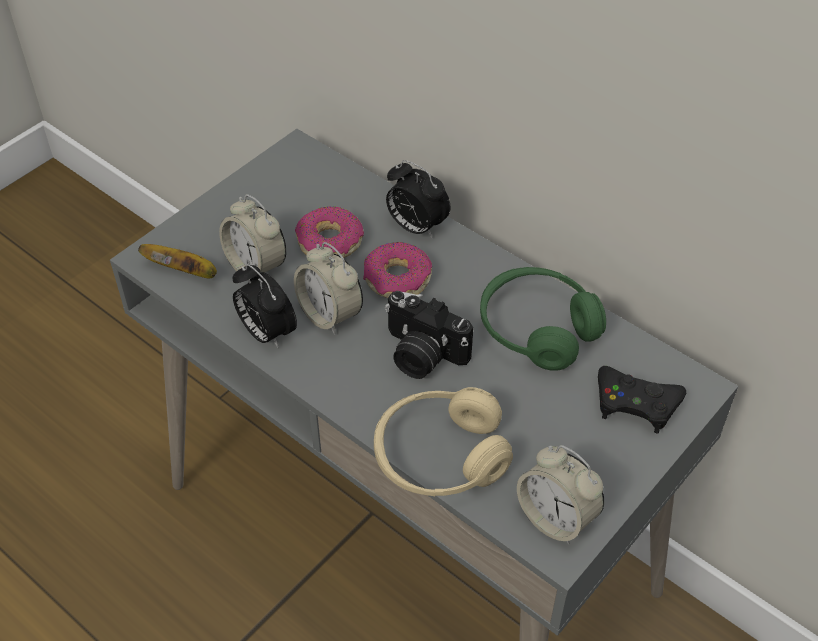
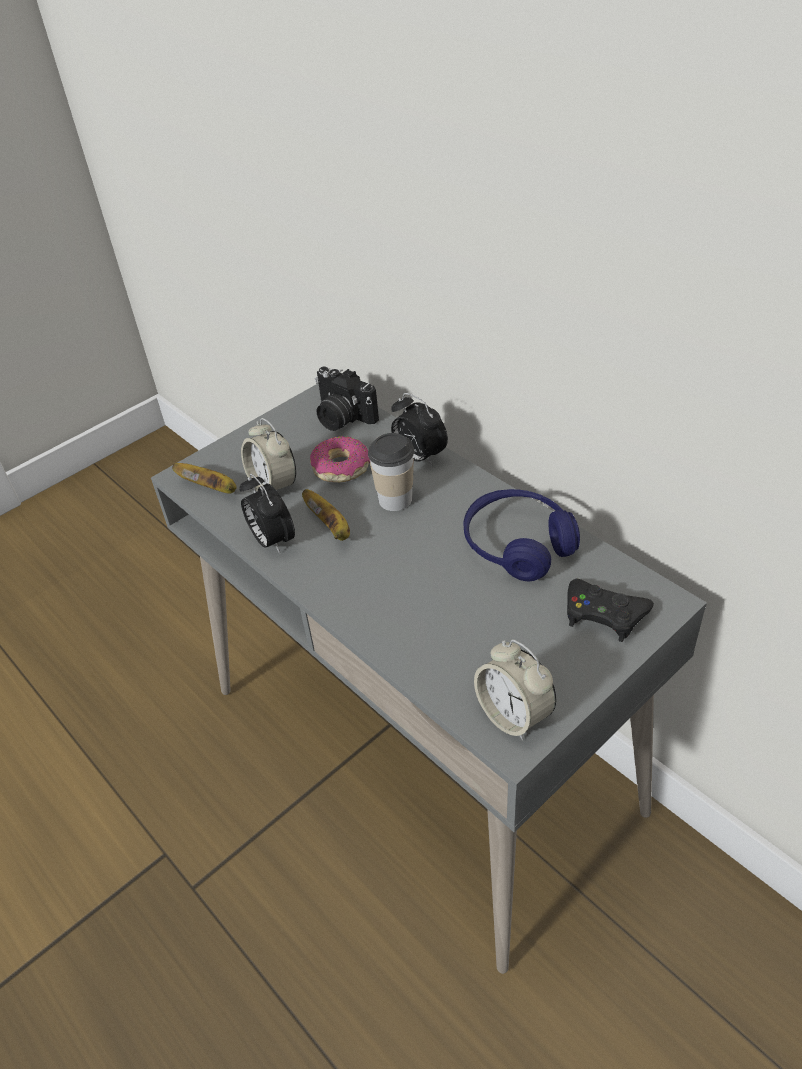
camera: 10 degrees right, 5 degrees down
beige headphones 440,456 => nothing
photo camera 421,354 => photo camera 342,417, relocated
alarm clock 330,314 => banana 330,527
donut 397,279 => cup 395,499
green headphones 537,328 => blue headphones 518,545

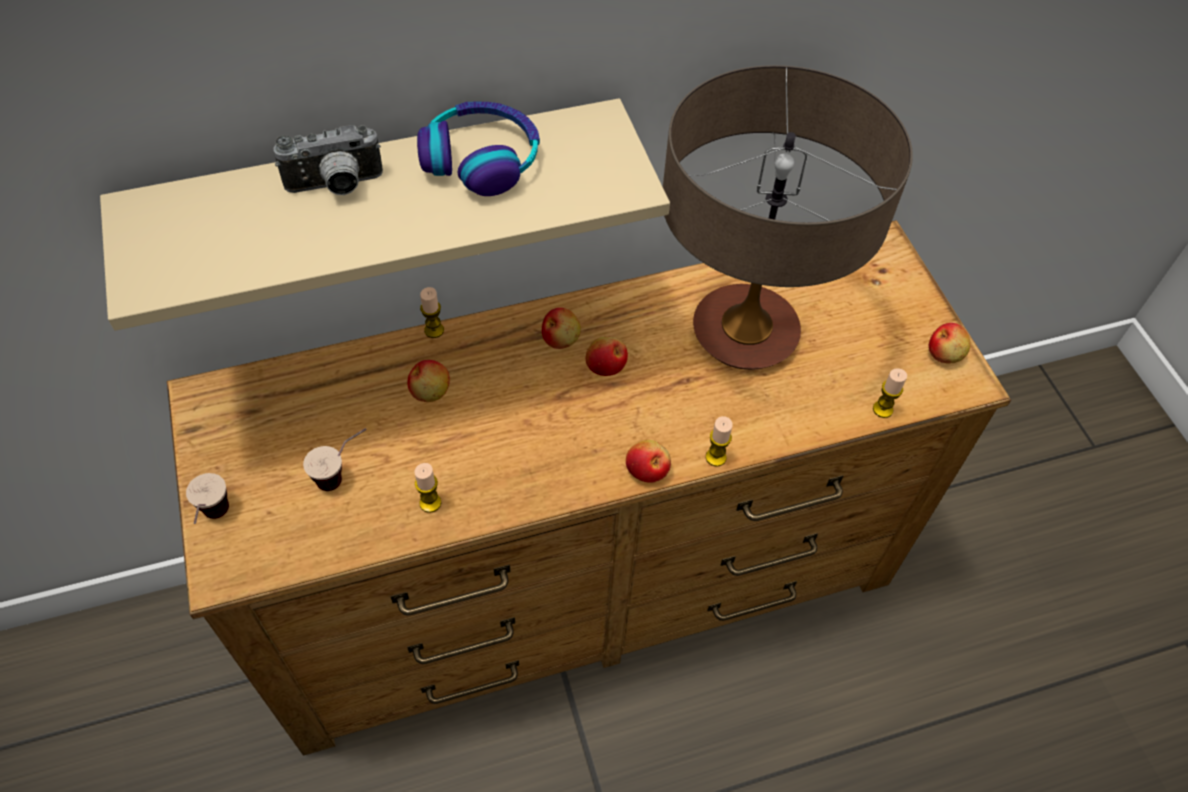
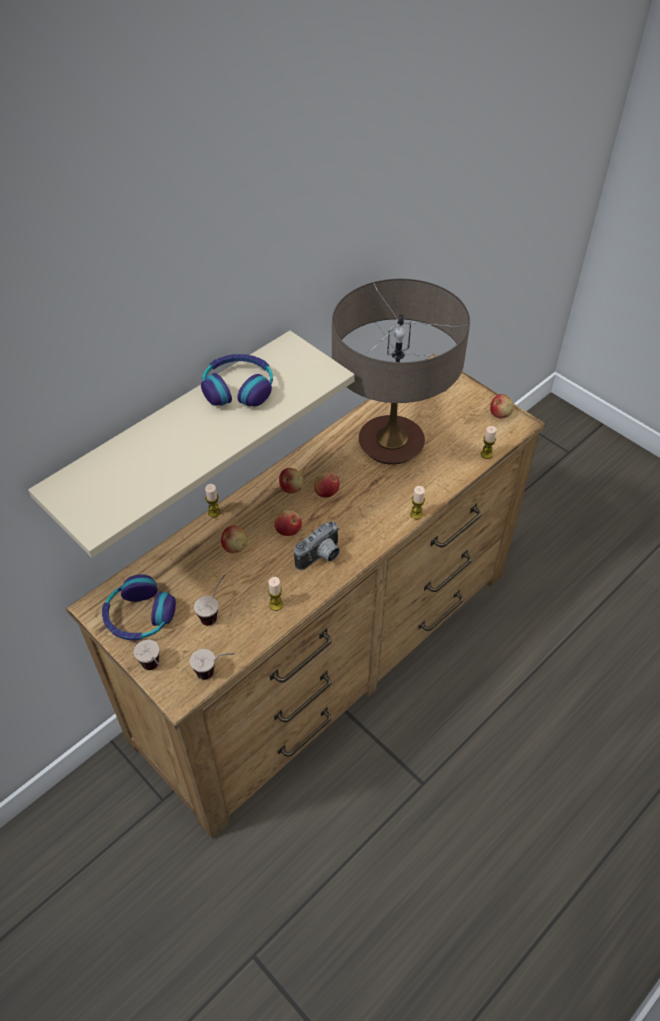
camera: 25 degrees left, 5 degrees down
nothing => headphones 139,616
nothing => cup 215,673
photo camera 336,187 => photo camera 321,557, relocated
apple 647,469 => apple 288,529, relocated

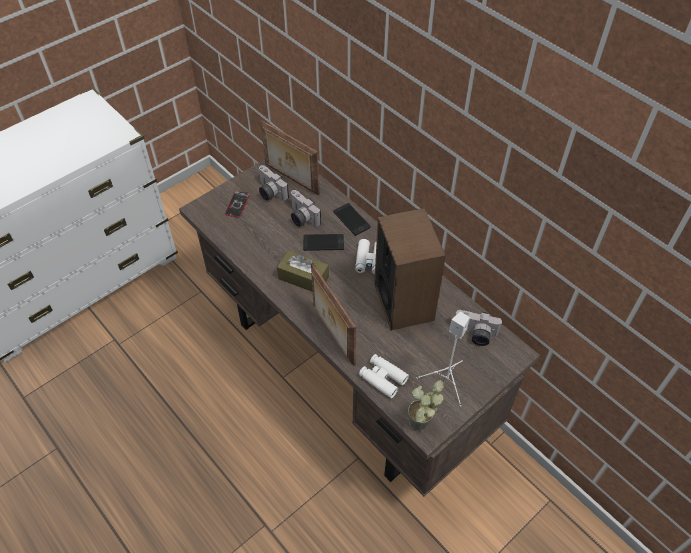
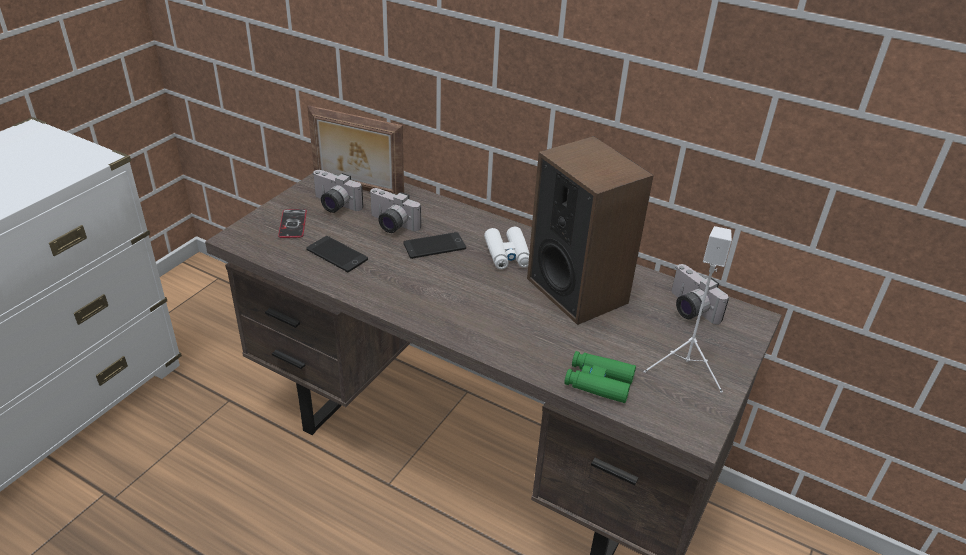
camera: 20 degrees left, 15 degrees down
brown tissue box 303,278 => nothing
picture frame 332,334 => nothing
potted plant 421,428 => nothing
phone 351,219 => phone 337,254, relocated
white binoculars 383,378 => green binoculars 598,382
photo camera 474,335 => photo camera 689,309, 60 degrees clockwise

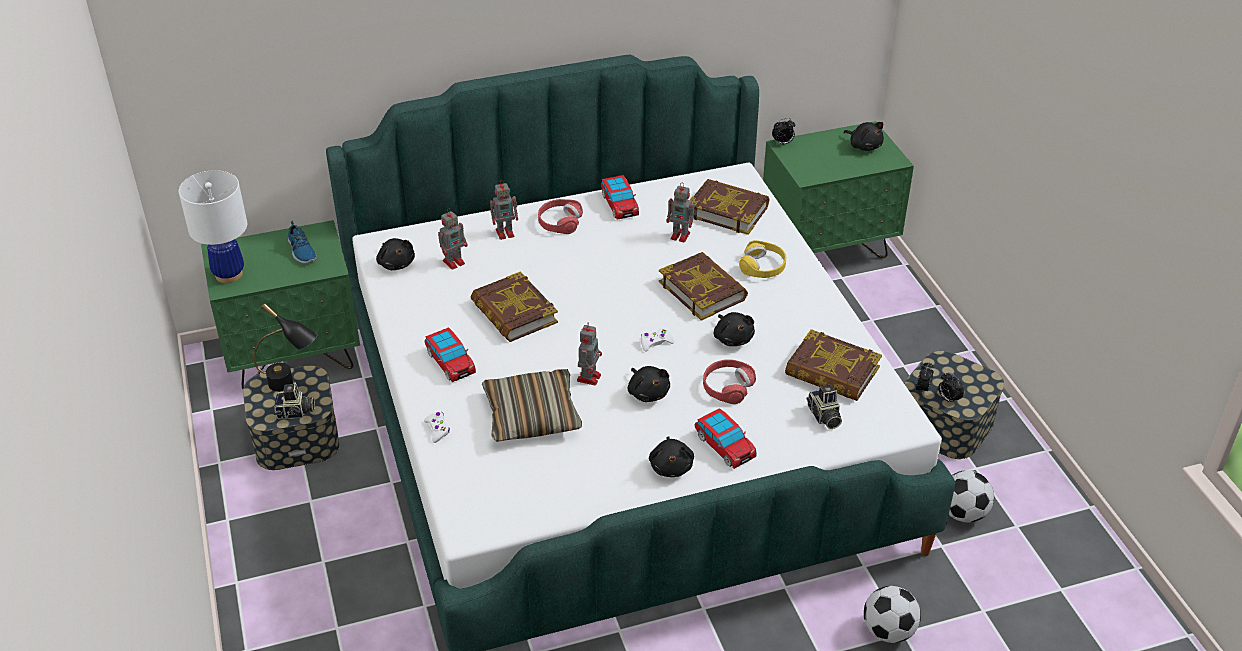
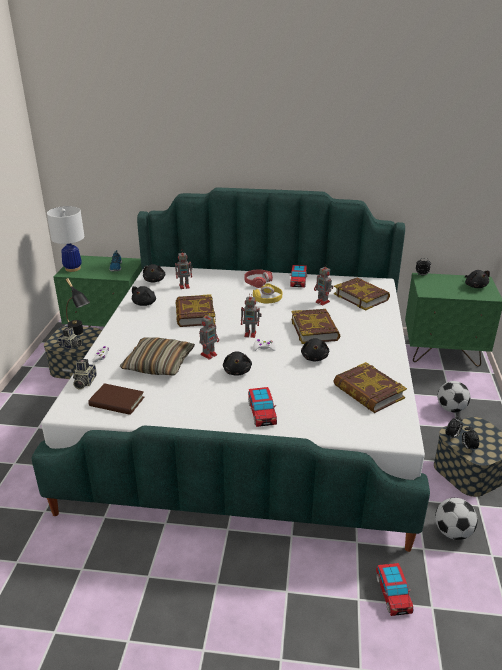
camera: 25 degrees right, 10 degrees down
red headphones 727,387 => nothing
nothing => brown book 117,402
toy car 450,362 => toy car 393,593, relocated
toy robot 506,233 => toy robot 251,334, relocated
black plush toy 671,466 => black plush toy 145,303, relocated
yellow headphones 763,266 => yellow headphones 268,299, relocated
photo camera 823,416 => photo camera 84,382, relocated
football 888,631 => football 451,409, relocated

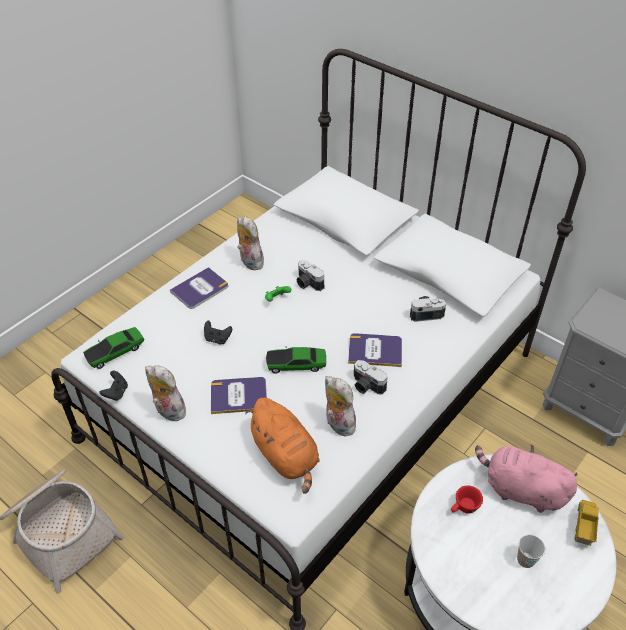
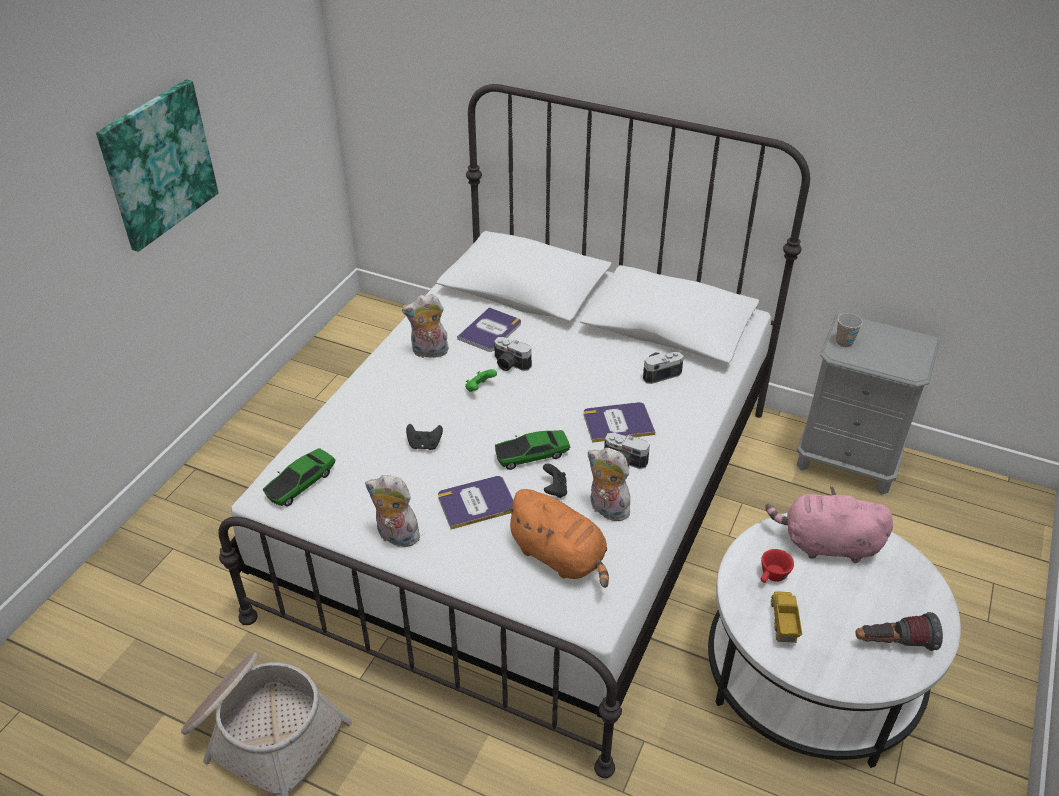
camera: 15 degrees left, 5 degrees down
nothing => picture 158,164
nothing => flashlight 893,643
black game controller 116,392 => black game controller 554,490, relocated
book 200,289 => book 490,331, relocated
cup 525,560 => cup 844,342, relocated
toy truck 583,528 => toy truck 783,624, relocated
plush toy 249,262 => plush toy 429,353, 45 degrees counterclockwise

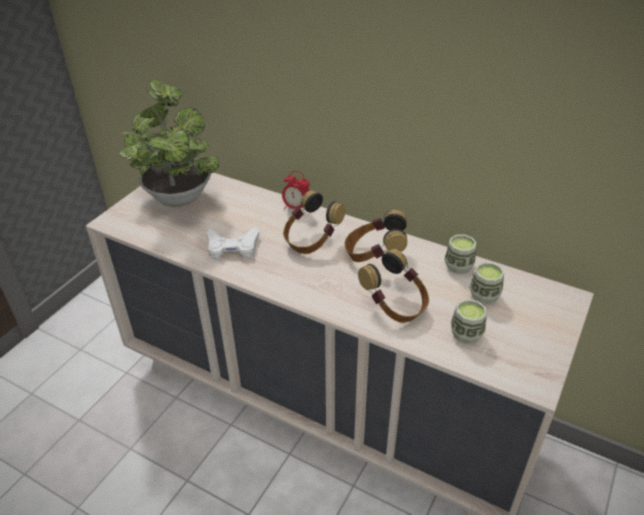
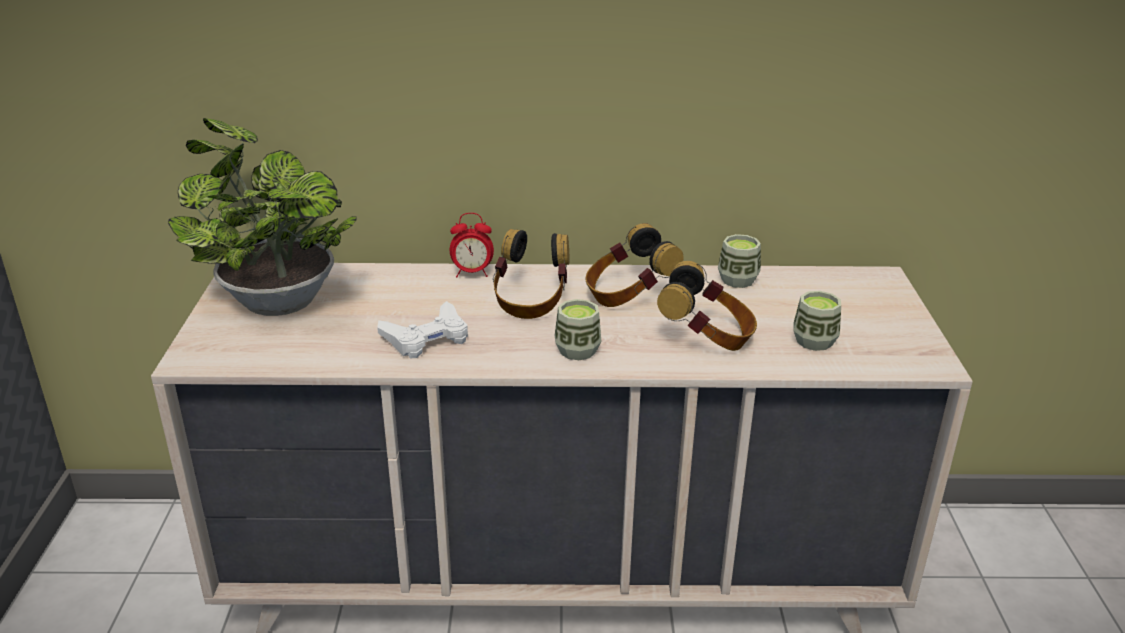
camera: 30 degrees left, 10 degrees down
cup 484,295 => cup 577,350, relocated

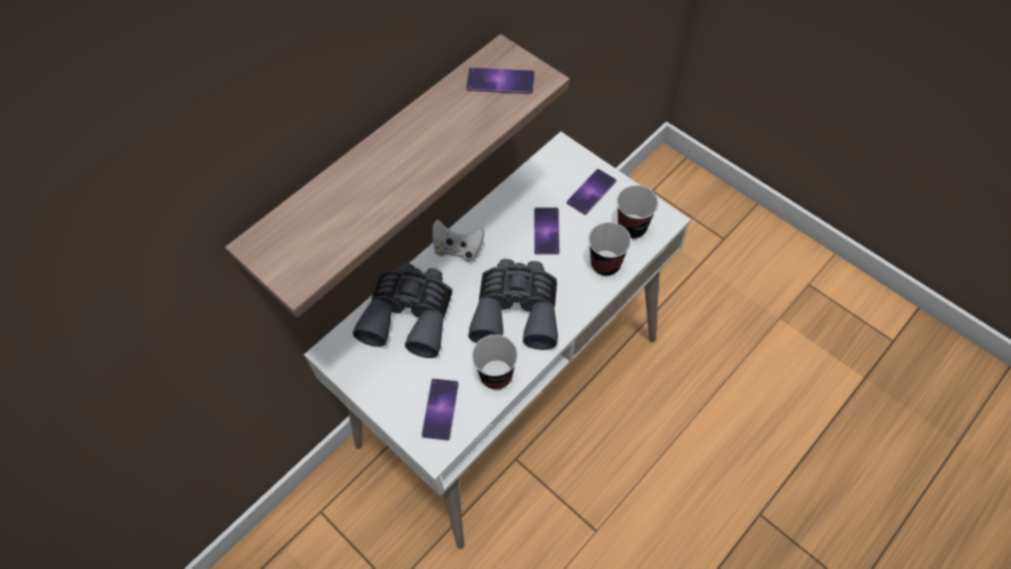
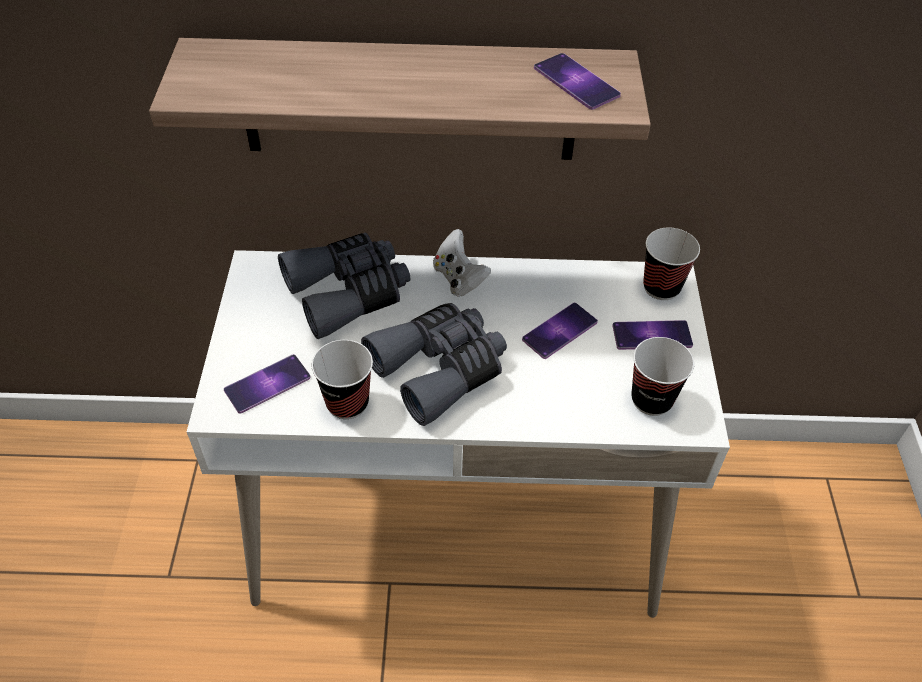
camera: 45 degrees right, 10 degrees down
cup 605,264 => cup 661,287, relocated

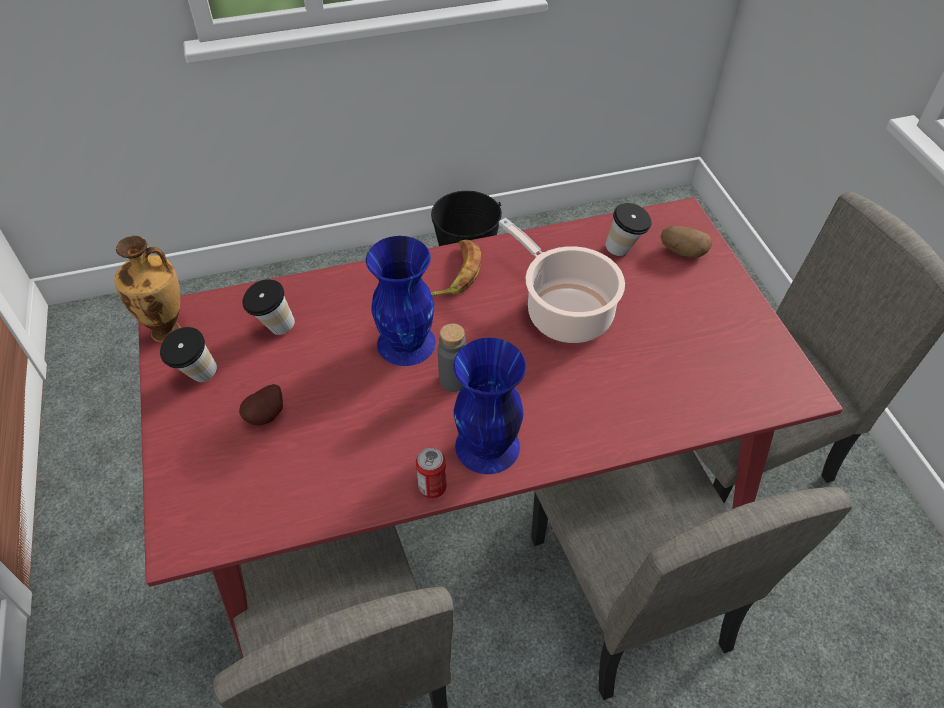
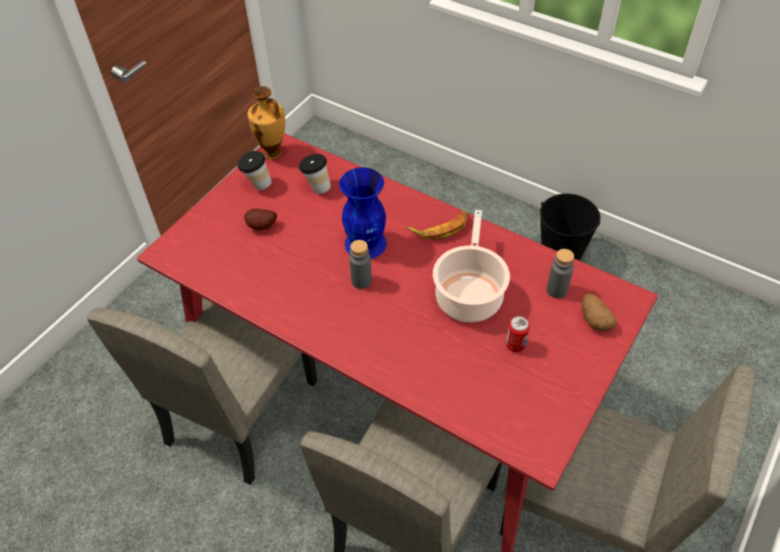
camera: 50 degrees right, 0 degrees up
blue vase 486,447 => nothing
can 432,487 => can 515,345, relocated
cup 624,251 => grey bottle 556,290

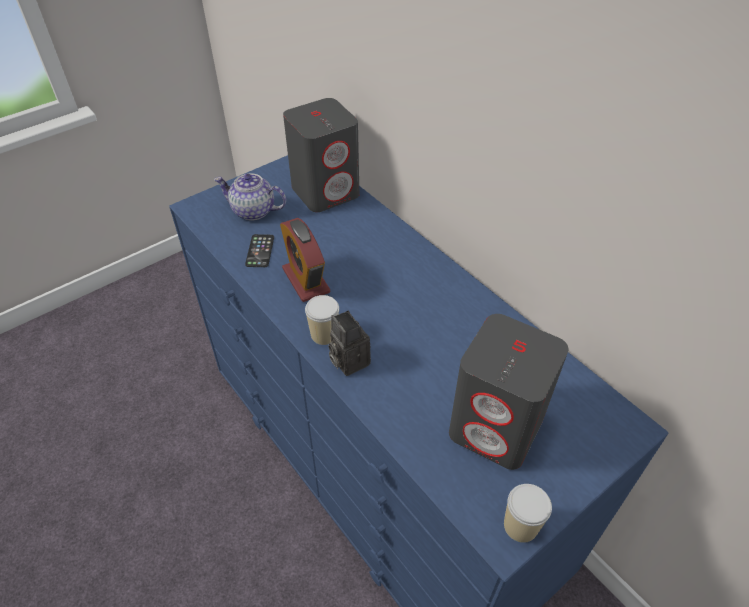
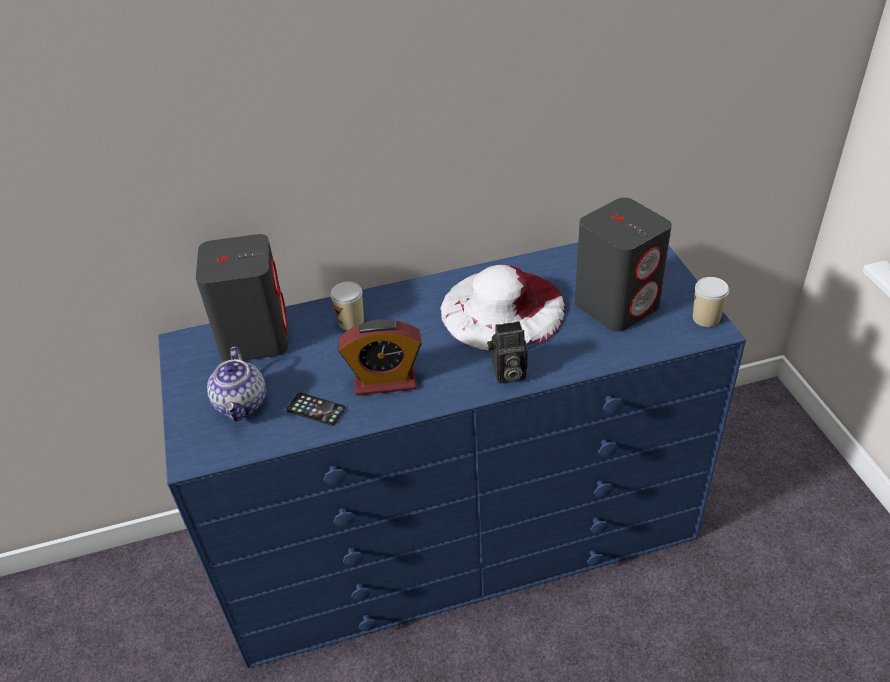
camera: 65 degrees left, 5 degrees down
nothing => white hat 503,309
cup 324,334 => cup 351,321, relocated
teapot 253,211 => teapot 242,404, 45 degrees counterclockwise

